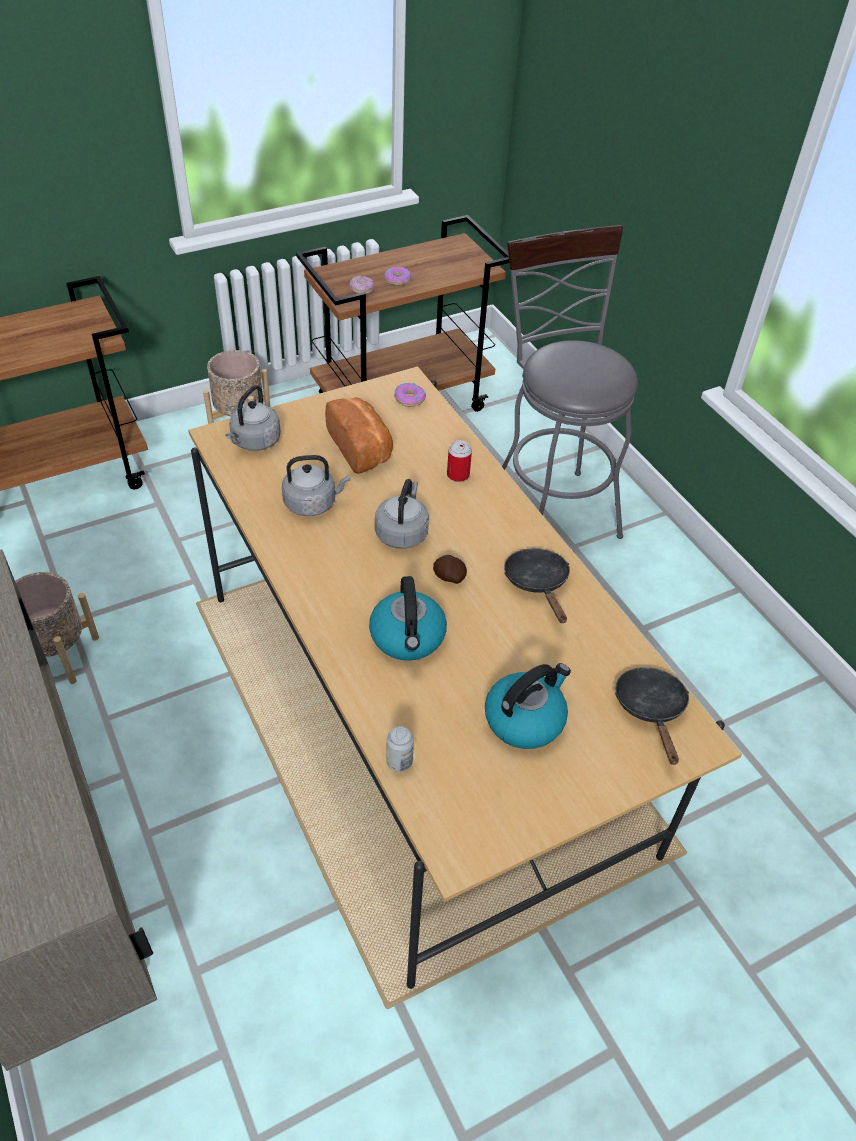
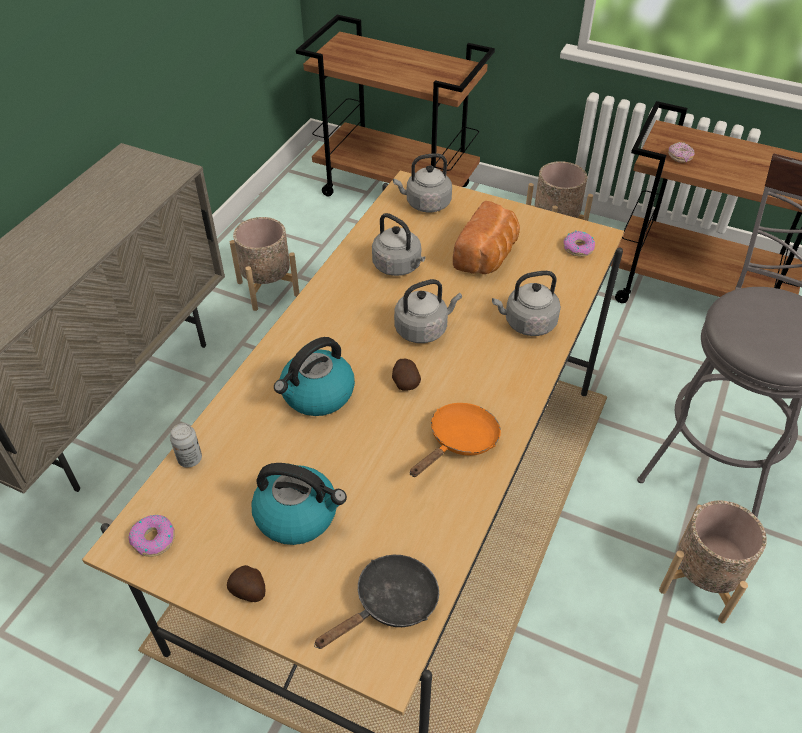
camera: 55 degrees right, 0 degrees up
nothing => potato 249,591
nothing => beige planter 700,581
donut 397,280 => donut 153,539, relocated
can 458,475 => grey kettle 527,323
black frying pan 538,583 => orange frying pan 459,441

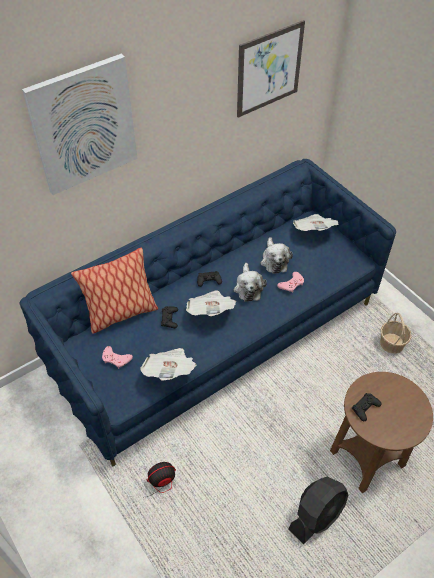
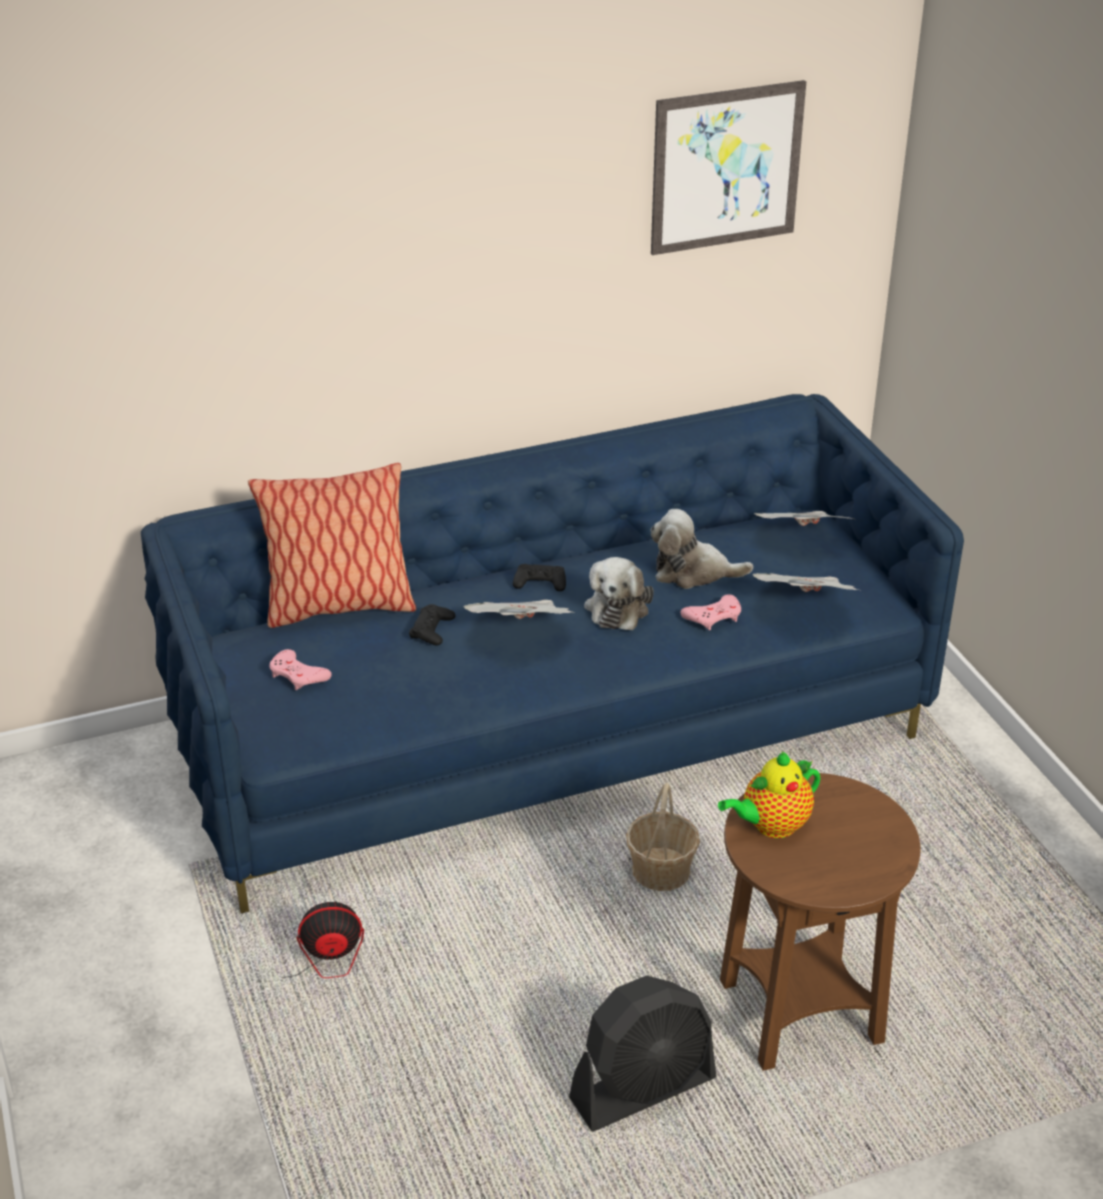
camera: 15 degrees right, 15 degrees down
picture 83,125 => nothing
newspaper 170,371 => newspaper 805,605, relocated
basket 391,344 => basket 661,871, relocated
black game controller 365,408 => teapot 771,826
plush toy 274,260 => plush toy 693,572, 90 degrees clockwise

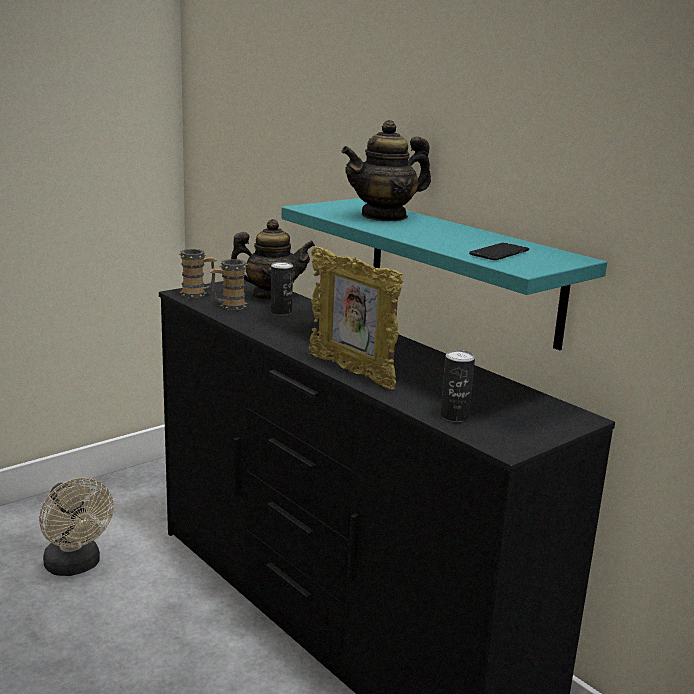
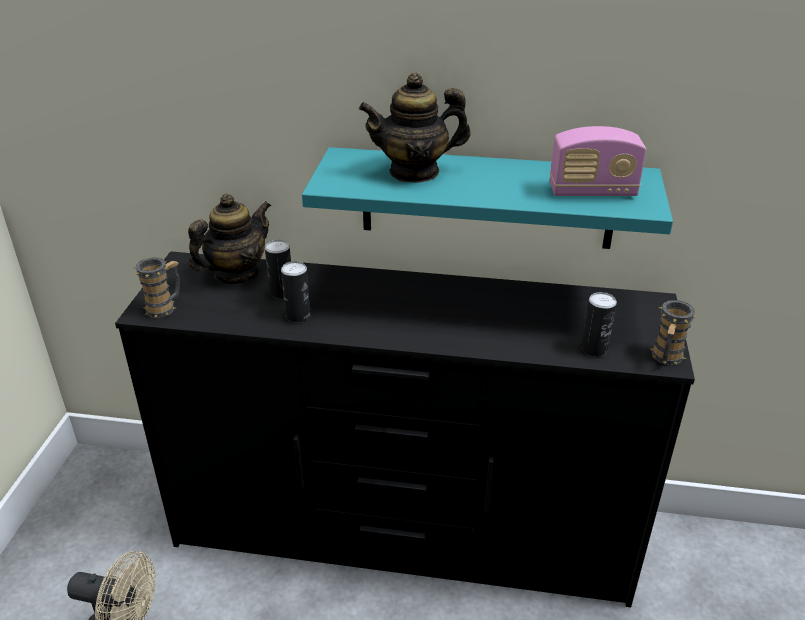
camera: 40 degrees left, 15 degrees up
picture frame 351,372 => nothing
nothing => can 298,316
mug 228,307 => mug 665,359, relocated
phone 499,253 => radio 592,192
teapot 384,216 => teapot 414,172, 60 degrees clockwise

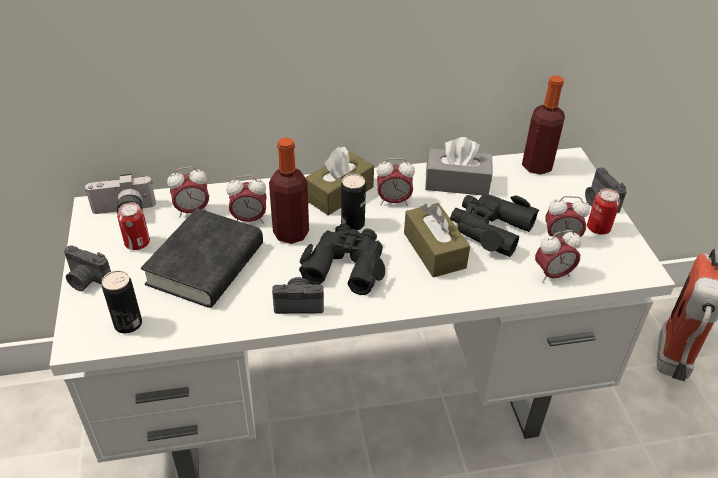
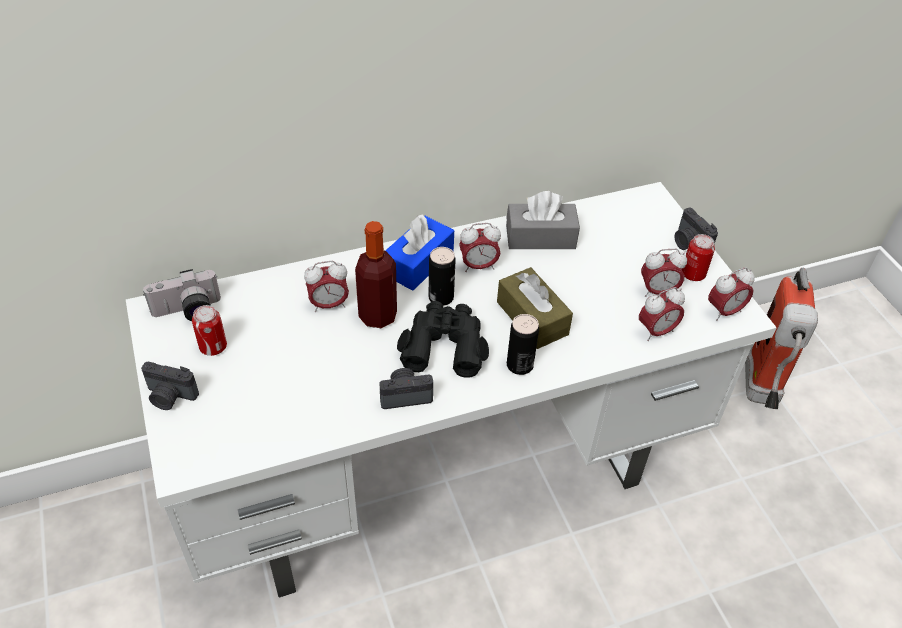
camera: 10 degrees left, 5 degrees up
black book 206,264 => nothing
black binoculars 490,229 => nothing
bottle 537,166 => nothing
can 128,324 => can 519,365, relocated
alarm clock 192,211 => alarm clock 724,311, relocated
brown tissue box 339,193 => blue tissue box 418,263

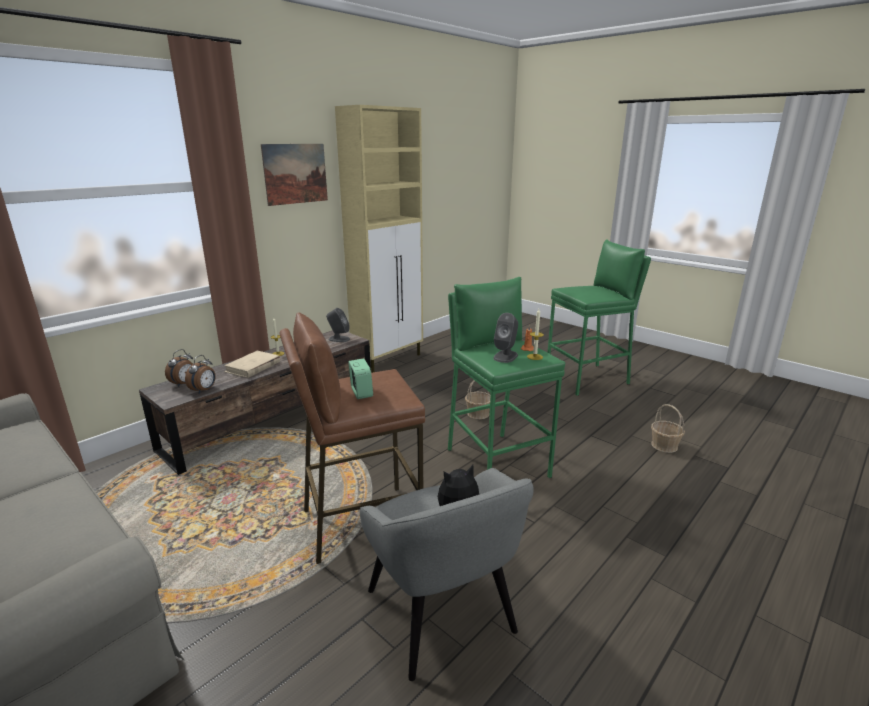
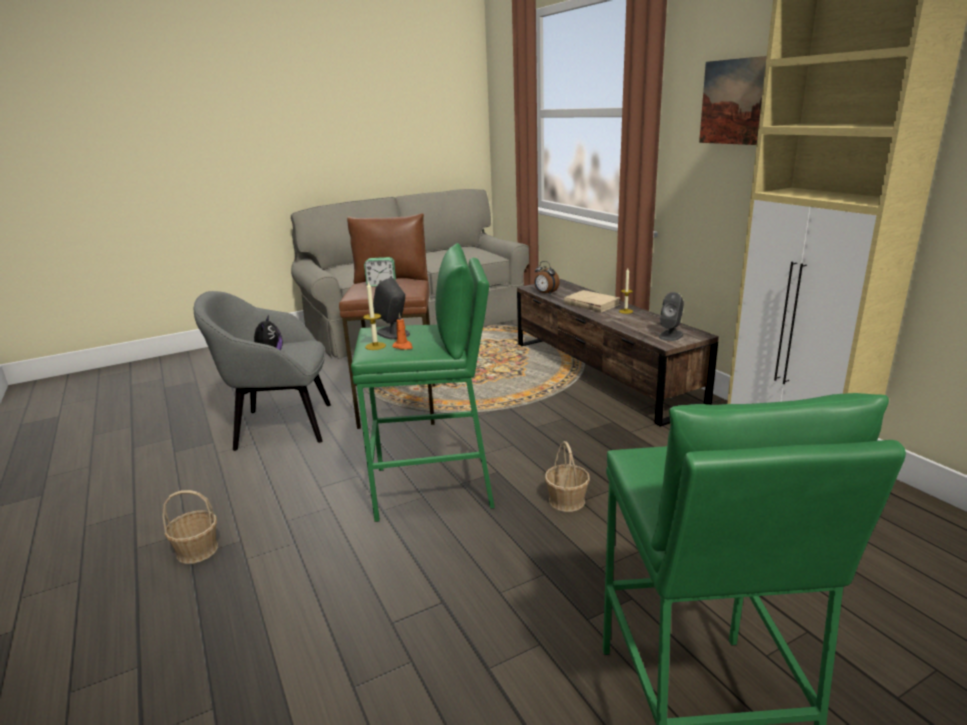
camera: 110 degrees right, 0 degrees up
alarm clock 184,383 => nothing
basket 664,446 => basket 197,550, relocated

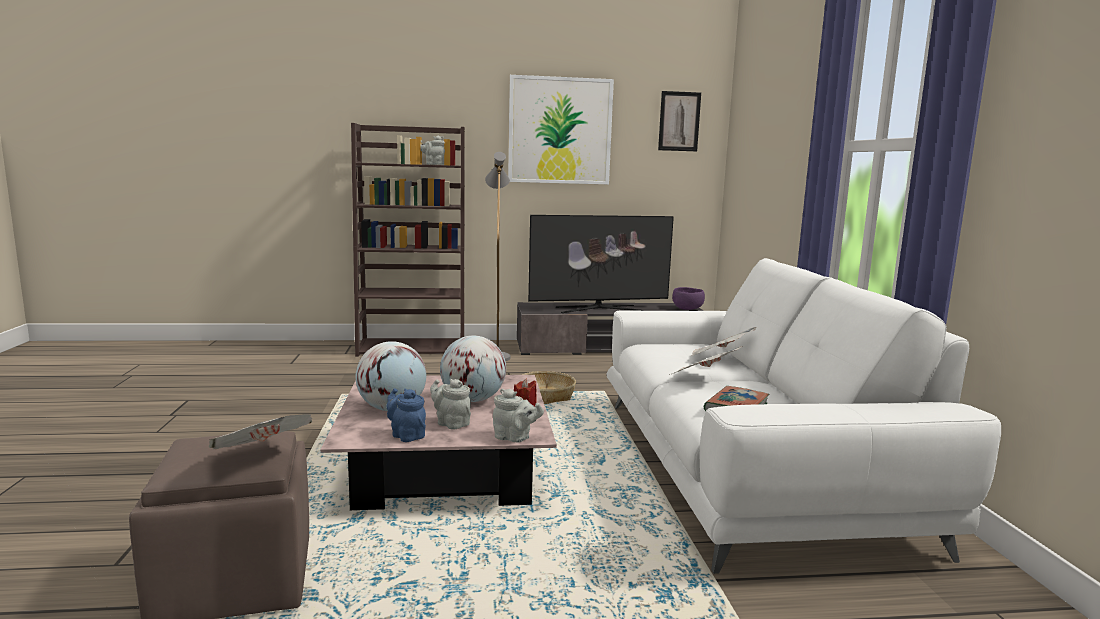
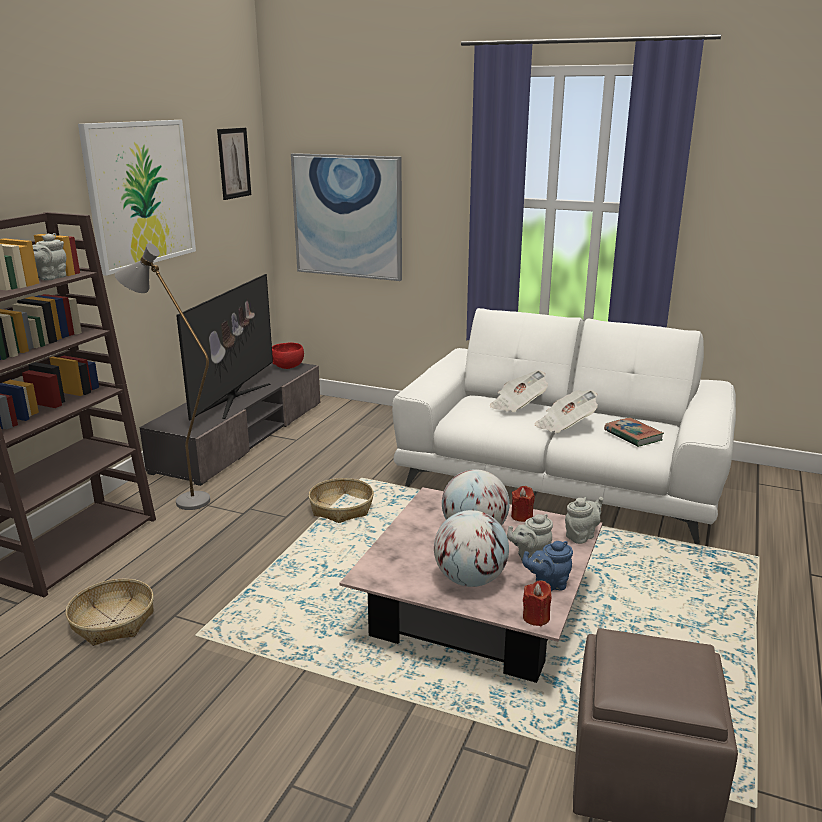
camera: 60 degrees left, 10 degrees up
newspaper 262,458 => nothing
nothing => basket 113,621
nothing => picture 347,216
nothing => red candle 536,617
purple bowl 687,308 => red bowl 288,366

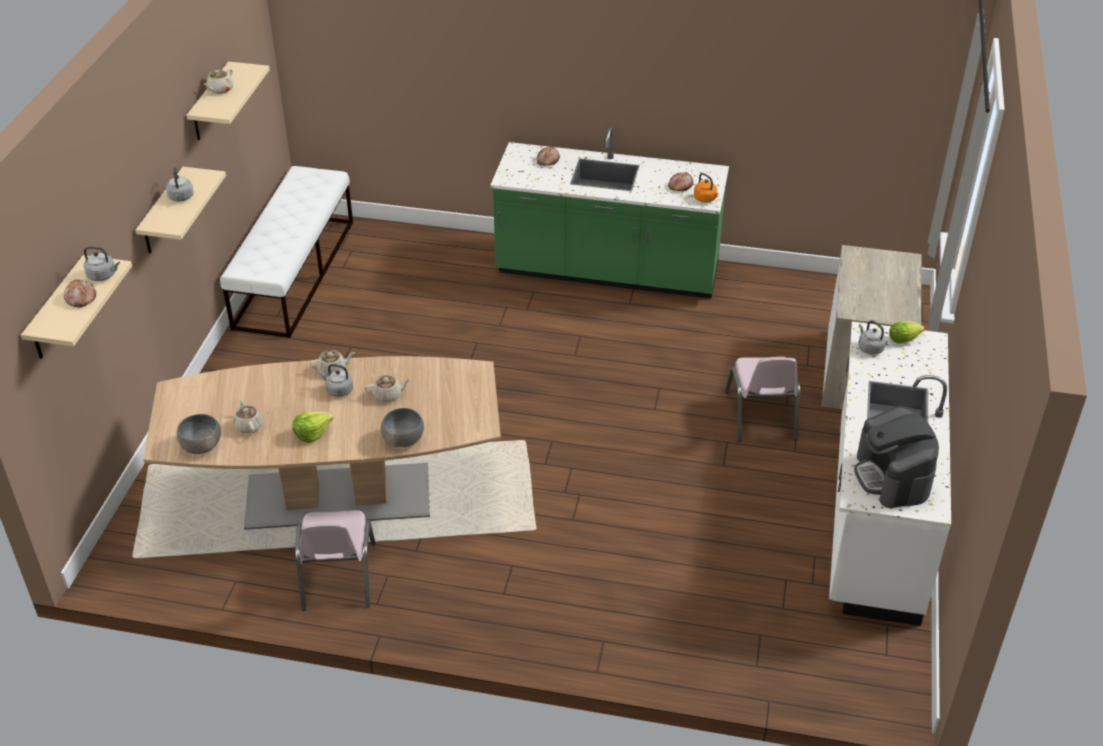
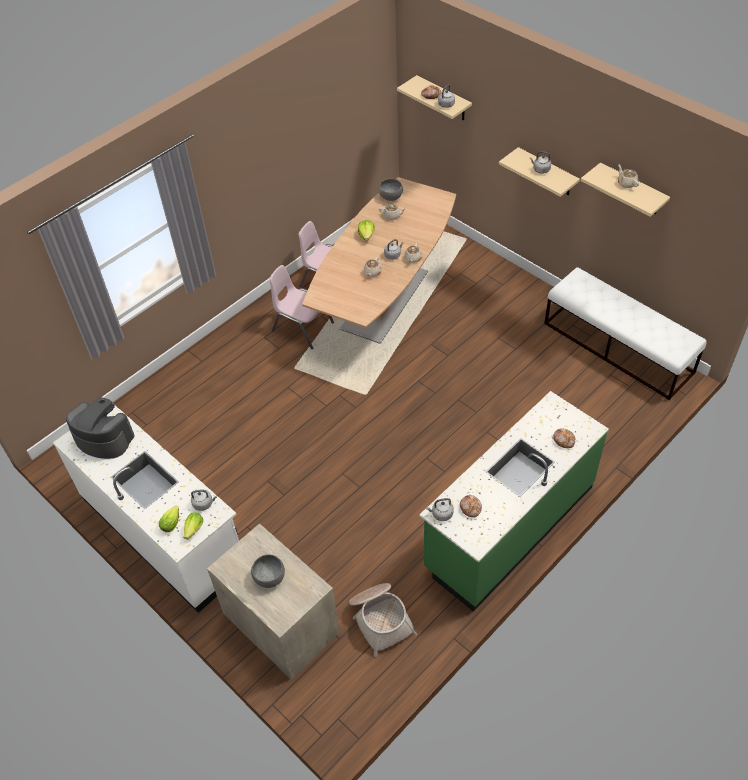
camera: 125 degrees right, 10 degrees up
nothing => lettuce 172,522
nothing => basket 380,619
grey bowl 403,439 => grey bowl 269,577, relocated
pink chair 760,416 => pink chair 302,327, relocated
orange kettle 706,199 => grey kettle 441,514

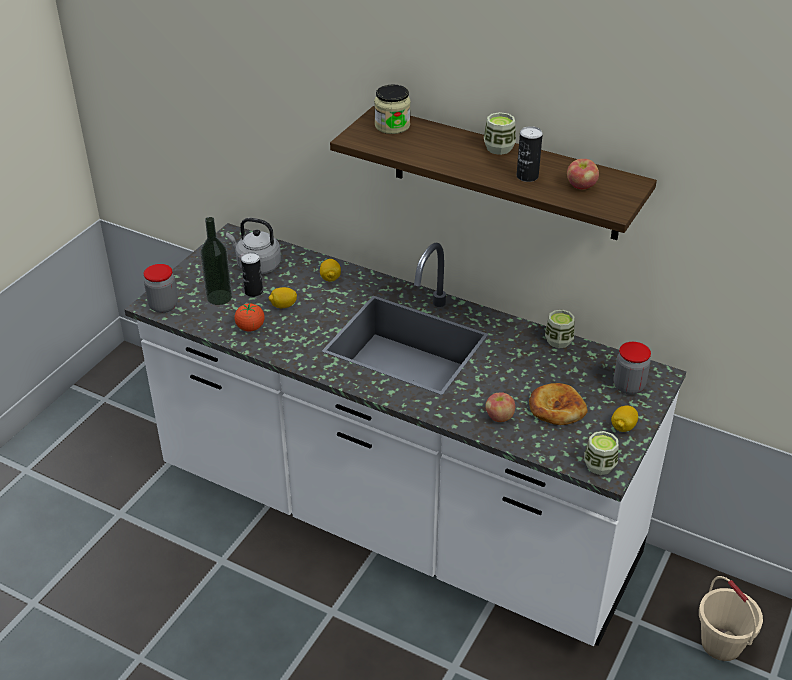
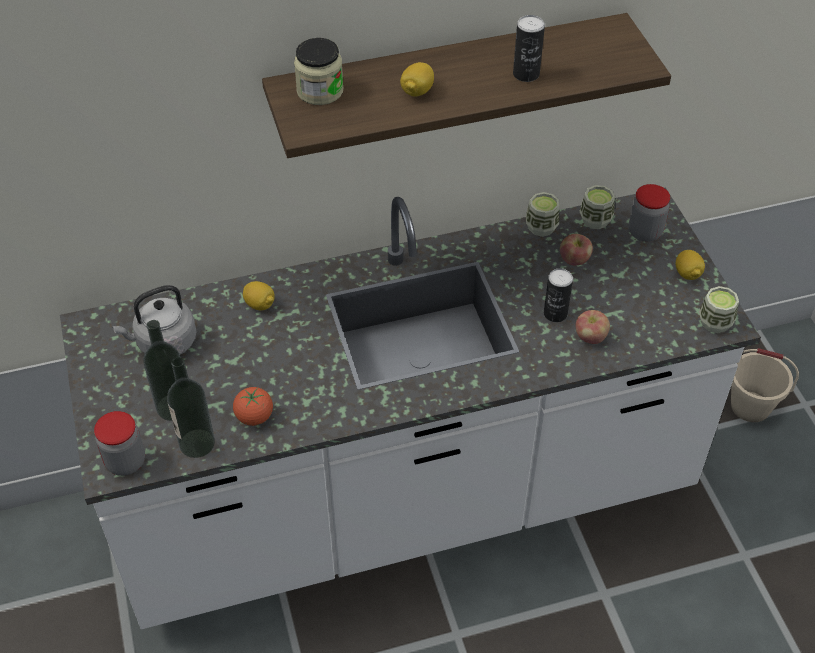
camera: 45 degrees left, 10 degrees up
bread 556,408 => nothing
nothing => bottle 197,443
can 253,291 => can 555,314, relocated
lemon 283,306 => lemon 417,91, relocated
cup 499,148 => cup 595,220, relocated
apple 581,186 => apple 574,260, relocated

